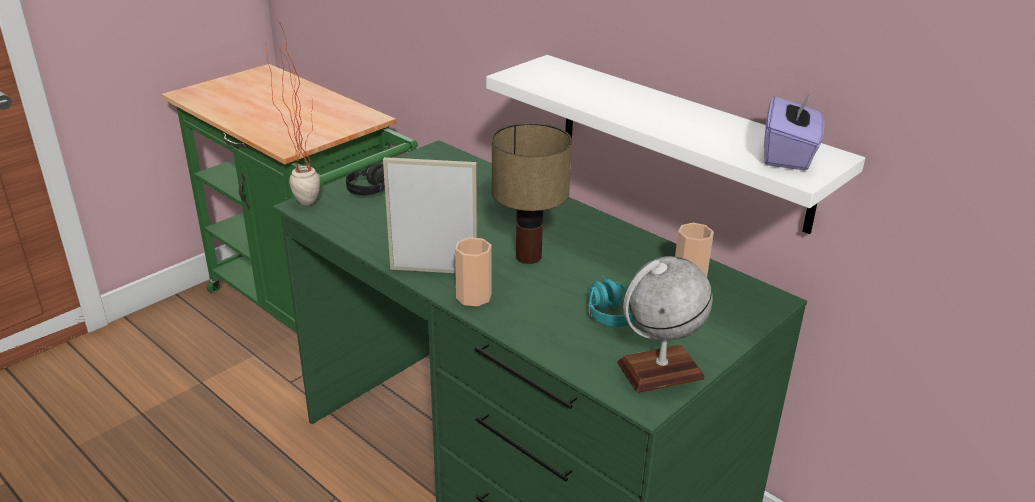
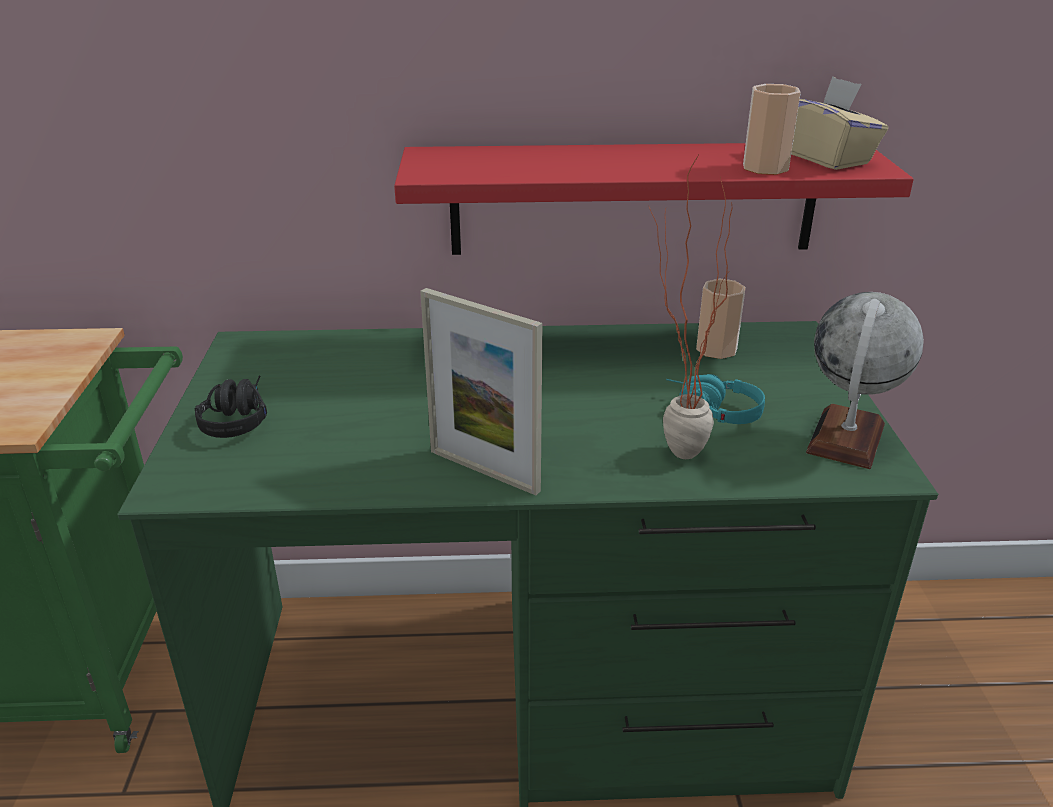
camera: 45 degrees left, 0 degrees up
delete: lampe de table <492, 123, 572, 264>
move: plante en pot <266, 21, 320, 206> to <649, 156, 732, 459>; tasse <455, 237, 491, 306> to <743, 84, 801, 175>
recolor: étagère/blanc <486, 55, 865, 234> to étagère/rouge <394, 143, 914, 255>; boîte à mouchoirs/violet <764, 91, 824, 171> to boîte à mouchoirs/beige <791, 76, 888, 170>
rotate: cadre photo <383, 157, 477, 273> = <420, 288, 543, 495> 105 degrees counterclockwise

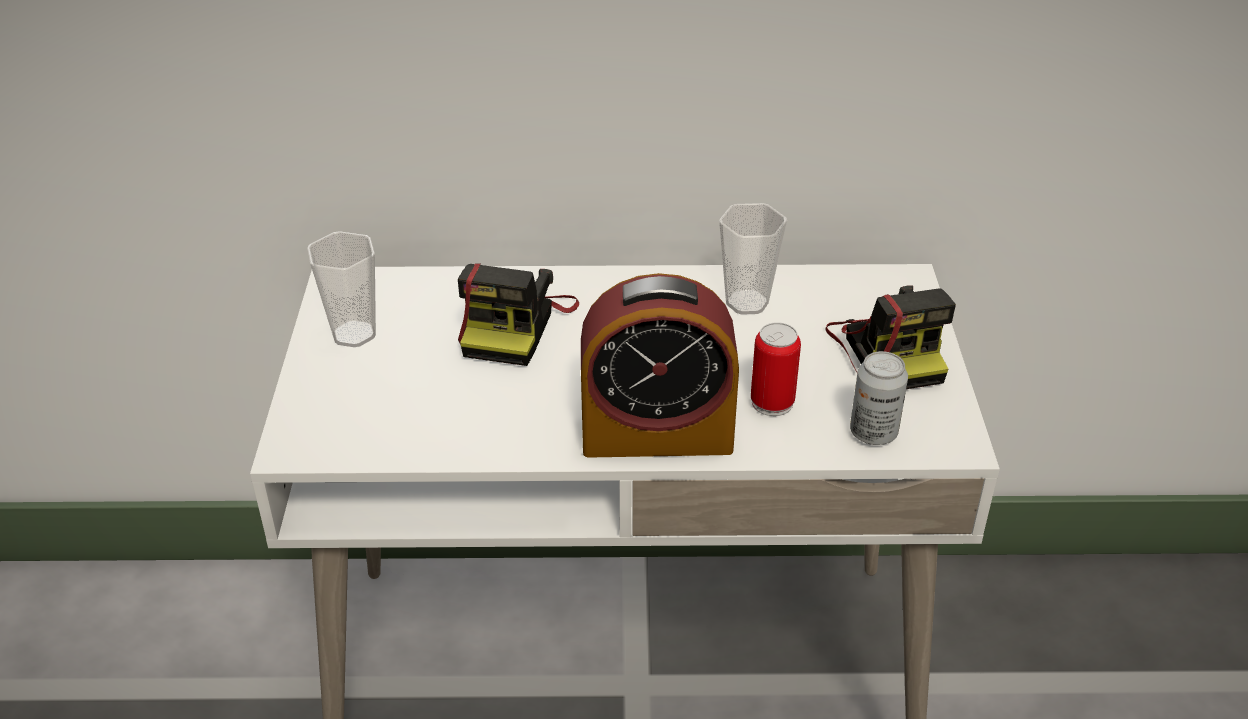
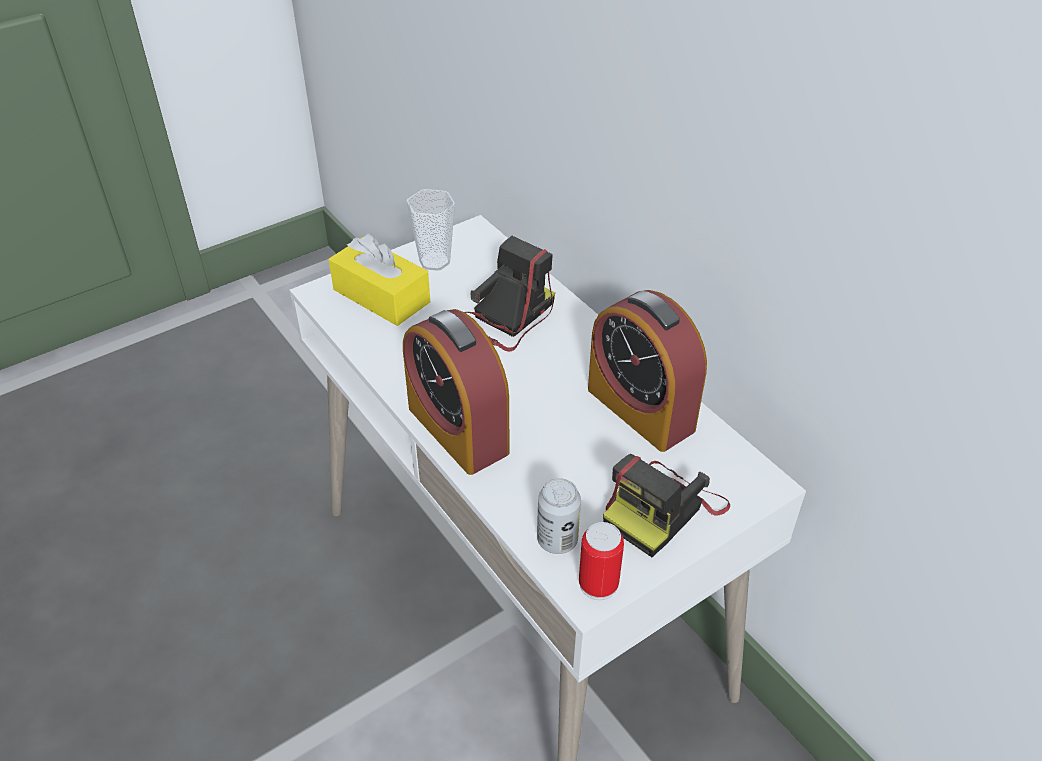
camera: 55 degrees right, 5 degrees up
insert: boîte à mouchoirs/jaune <329, 233, 430, 326>
move: boîte métallique <751, 322, 801, 416> to <579, 522, 624, 600>
replace: tasse <719, 203, 787, 315> to réveil <588, 290, 707, 452>
rotate: appareil photo <458, 263, 579, 366> = <465, 236, 555, 351> 150 degrees clockwise

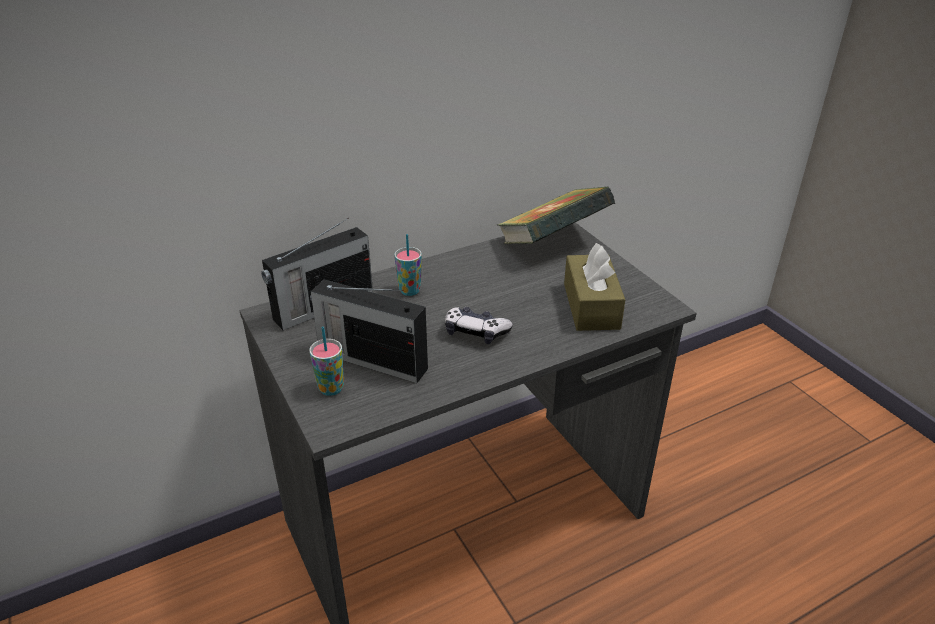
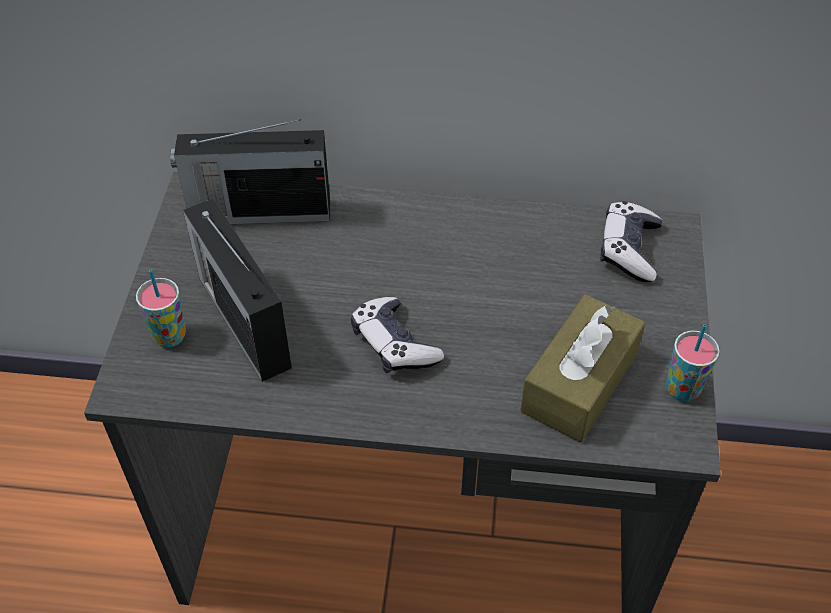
camera: 35 degrees right, 15 degrees up
move: tasse <394, 234, 422, 296> to <666, 324, 720, 402>
replace: livre <497, 187, 615, 244> to manette <600, 201, 662, 282>

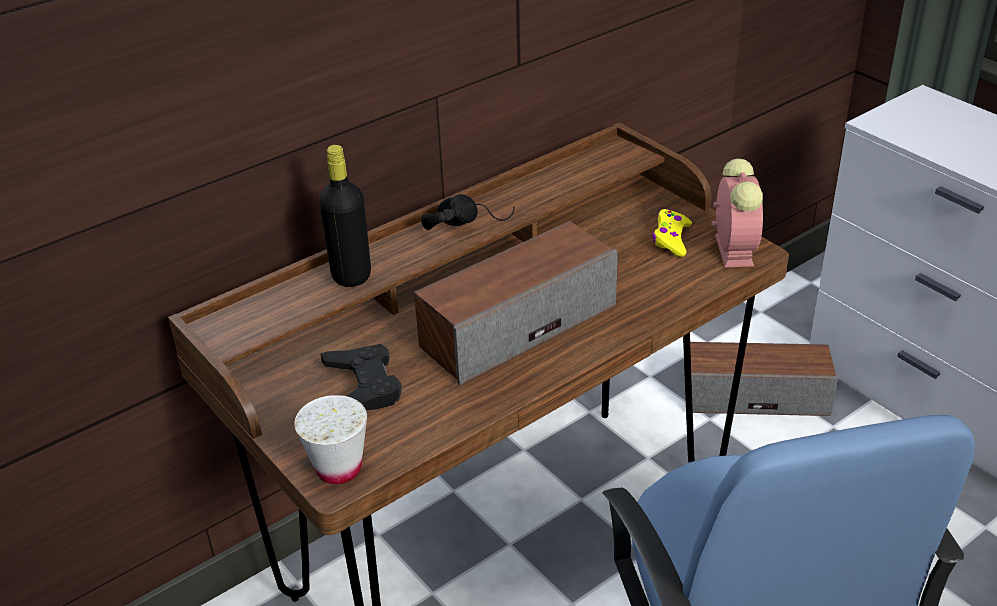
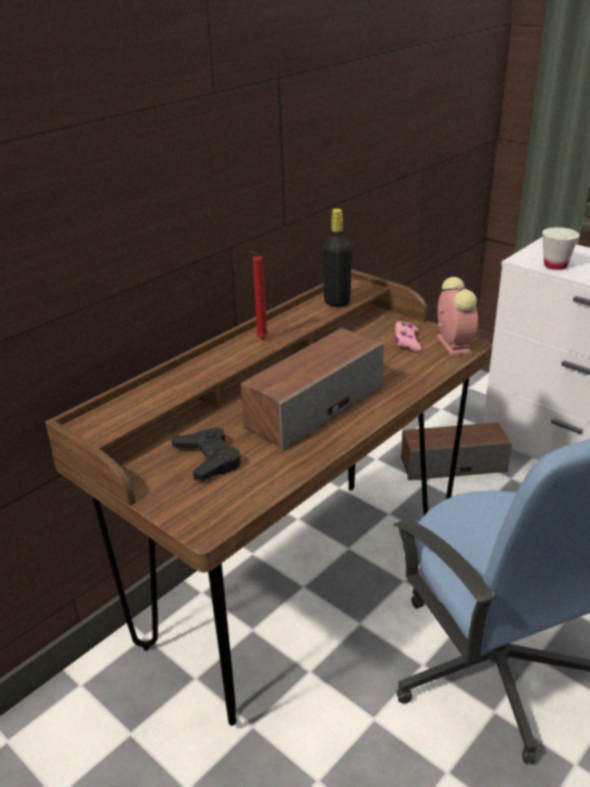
camera: 10 degrees left, 5 degrees down
move: bouteille/noir <319, 145, 371, 287> to <323, 209, 352, 307>; tasse/blanc <294, 395, 367, 484> to <542, 227, 579, 270>
replace: casque audio/noir <421, 194, 515, 230> to bougie/rouge <249, 251, 268, 339>
recolor: manette/jaune <652, 209, 692, 257> to manette/rose <395, 321, 422, 352>

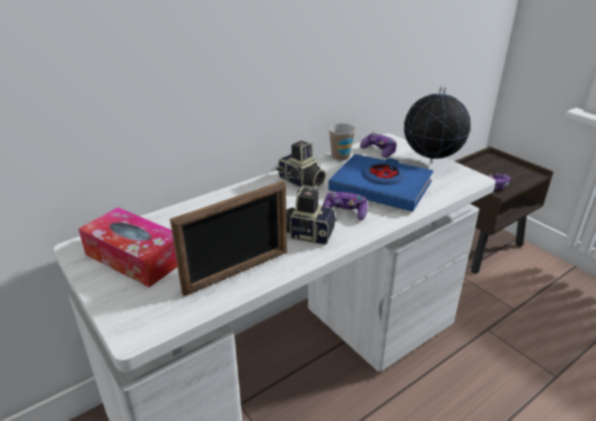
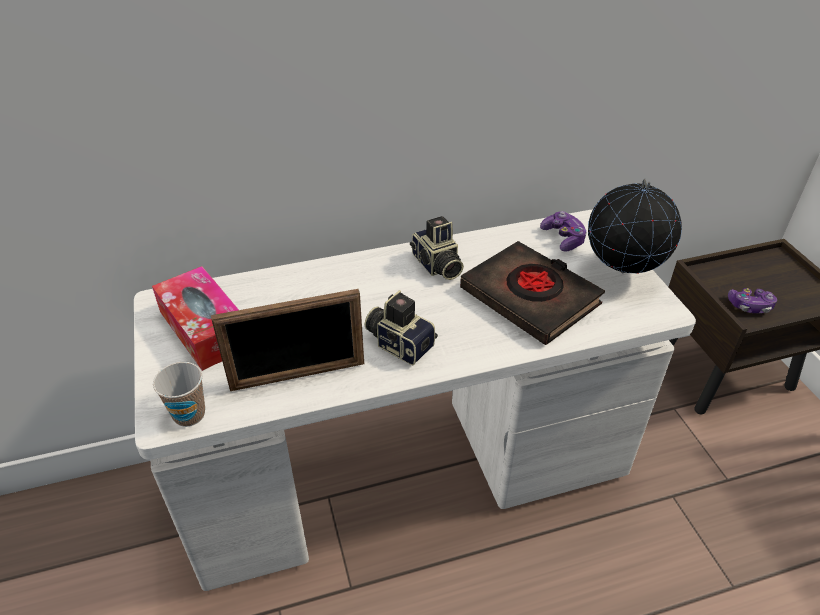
camera: 20 degrees right, 10 degrees up
delete: manette <323, 191, 367, 220>
move: tasse <329, 124, 356, 161> to <153, 362, 205, 427>
recolor: livre/bleu <328, 154, 433, 212> to livre/noir <460, 241, 605, 345>

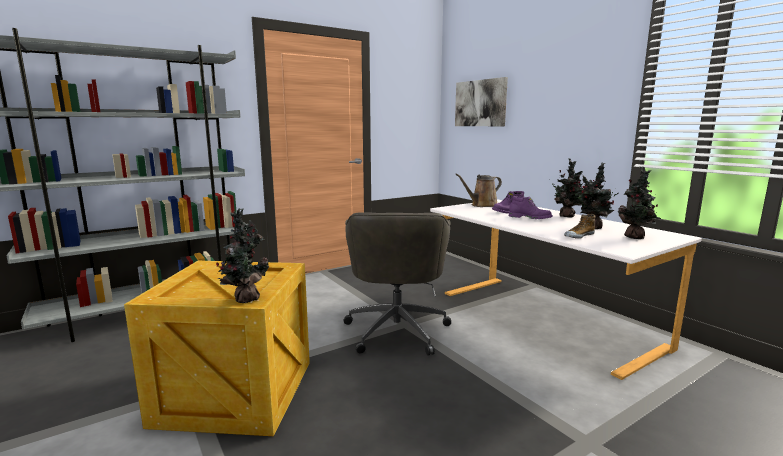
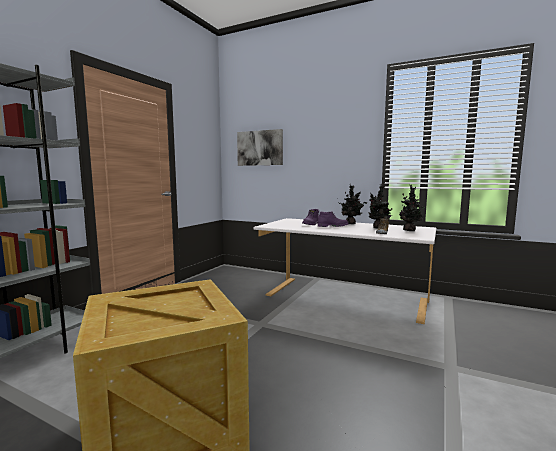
camera: 30 degrees left, 5 degrees down
delete: arrosoir/marron <455, 174, 502, 207>; plante en pot <216, 208, 269, 303>; chaise de bureau/gris <344, 212, 451, 355>

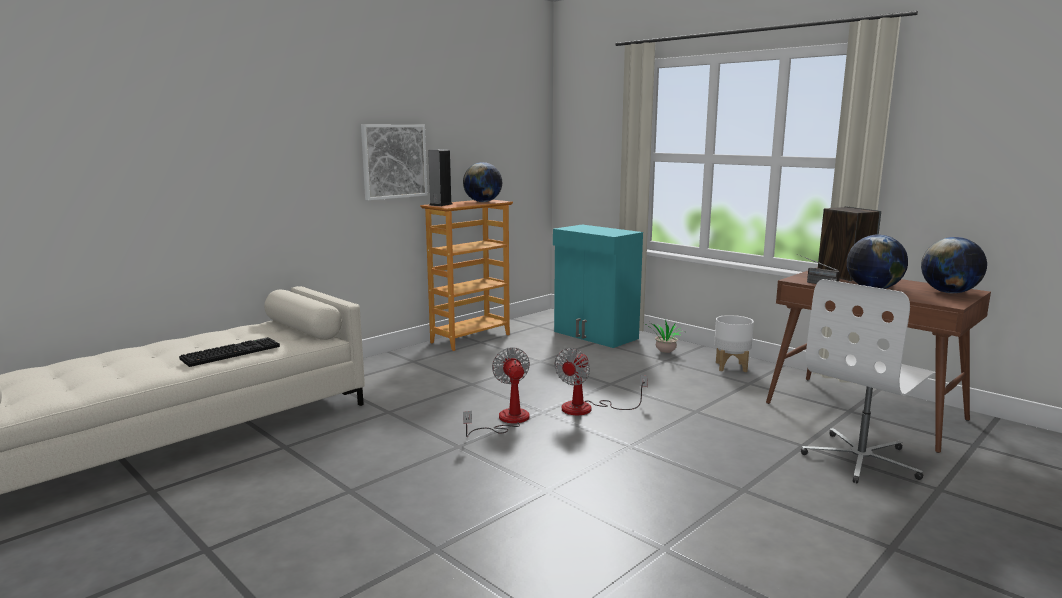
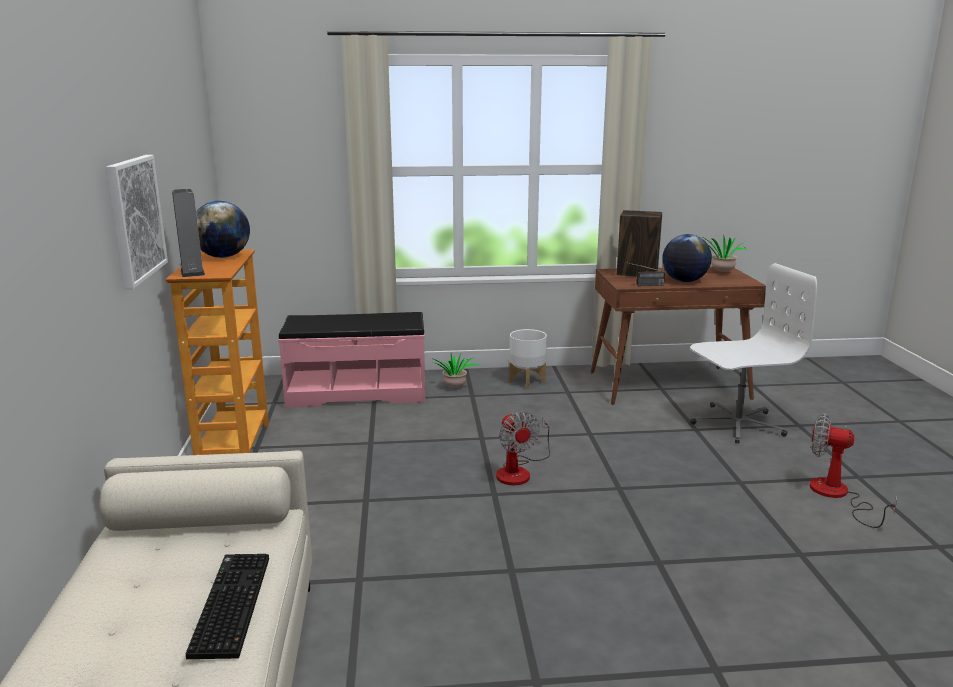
camera: 50 degrees left, 5 degrees up
move: ventilateur <463, 347, 530, 437> to <810, 413, 897, 528>
replace: meuble de rangement/turquoise <553, 225, 643, 348> to banc/rose <278, 312, 425, 407>; globe <921, 237, 987, 293> to plante en pot <701, 234, 748, 272>
rotate: chaise de bureau/blanc <801, 279, 936, 484> = <690, 263, 817, 444> 105 degrees counterclockwise

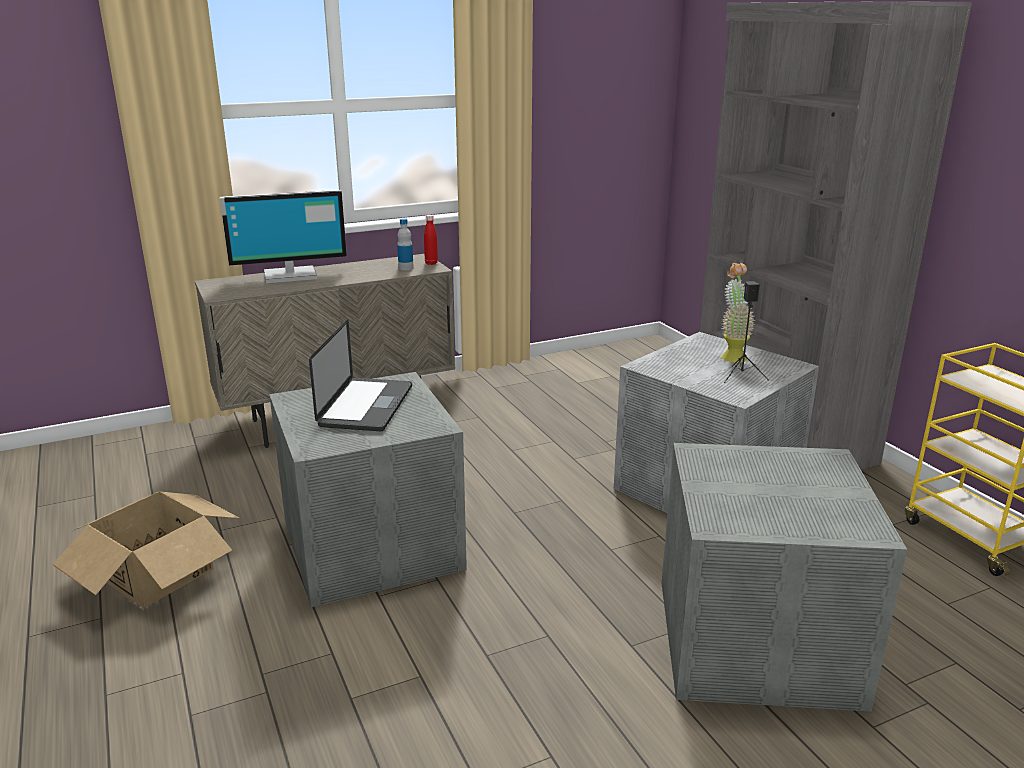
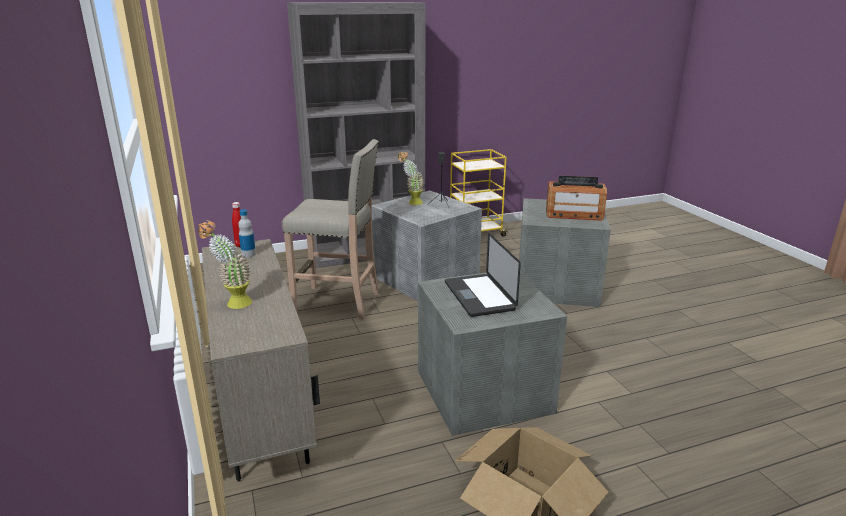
camera: 85 degrees left, 0 degrees up
insert: tabouret/beige <282, 139, 379, 320>; radio <546, 176, 607, 221>
replace: écran d'ordinateur <220, 190, 347, 283> to plante en pot <198, 220, 252, 309>
rotate: ordinateur portable <309, 320, 412, 431> = <445, 233, 521, 317> 120 degrees counterclockwise

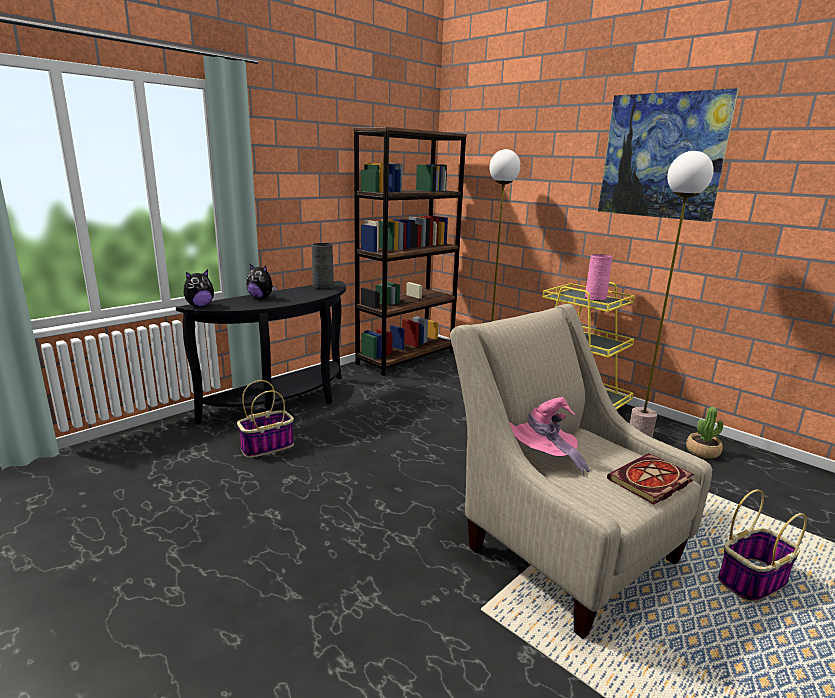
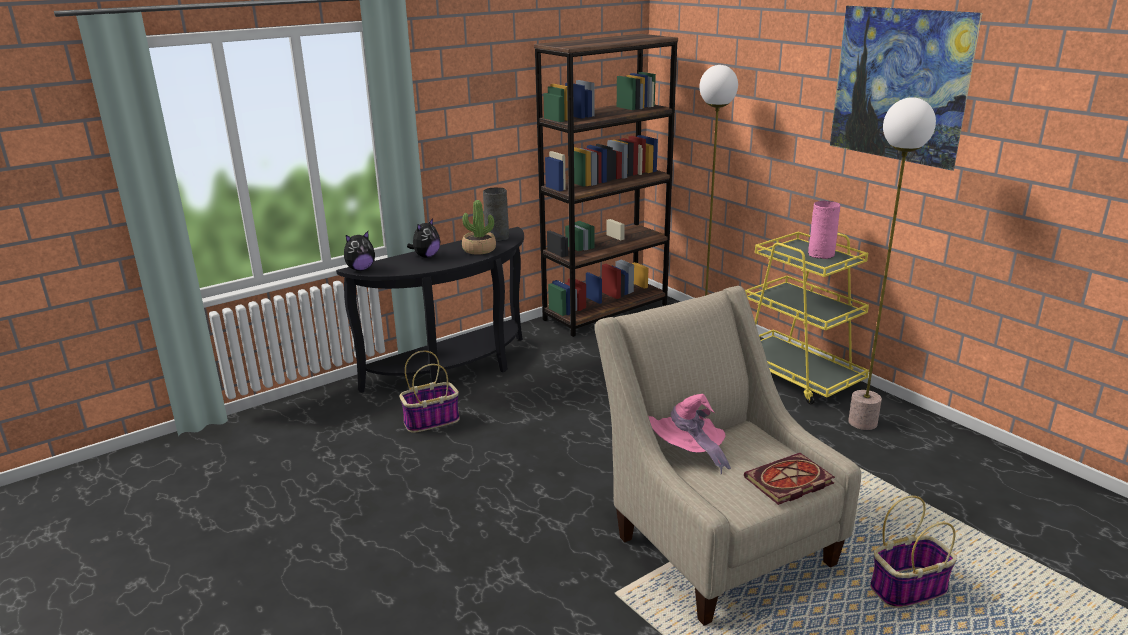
camera: 10 degrees right, 5 degrees up
move: plante en pot <686, 407, 723, 458> to <462, 200, 496, 255>
rotate: peluche <246, 264, 278, 299> = <407, 218, 441, 258> 90 degrees counterclockwise

